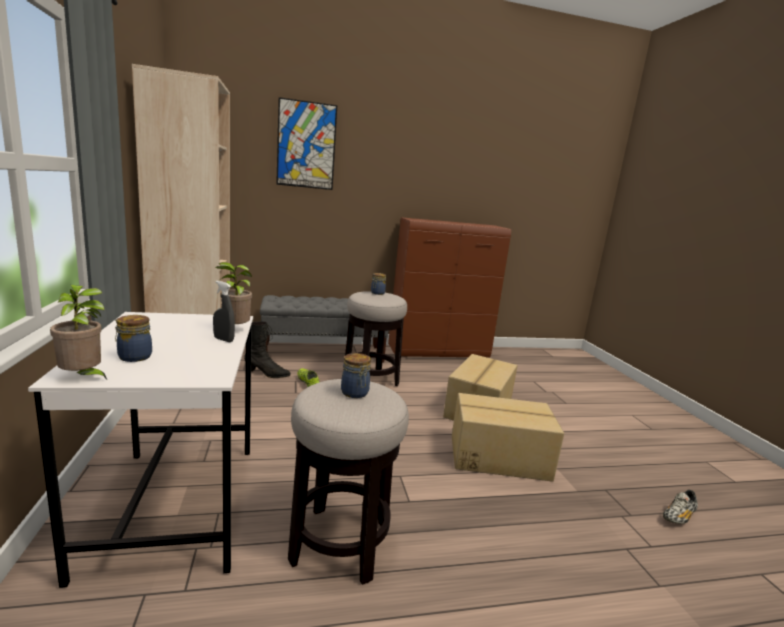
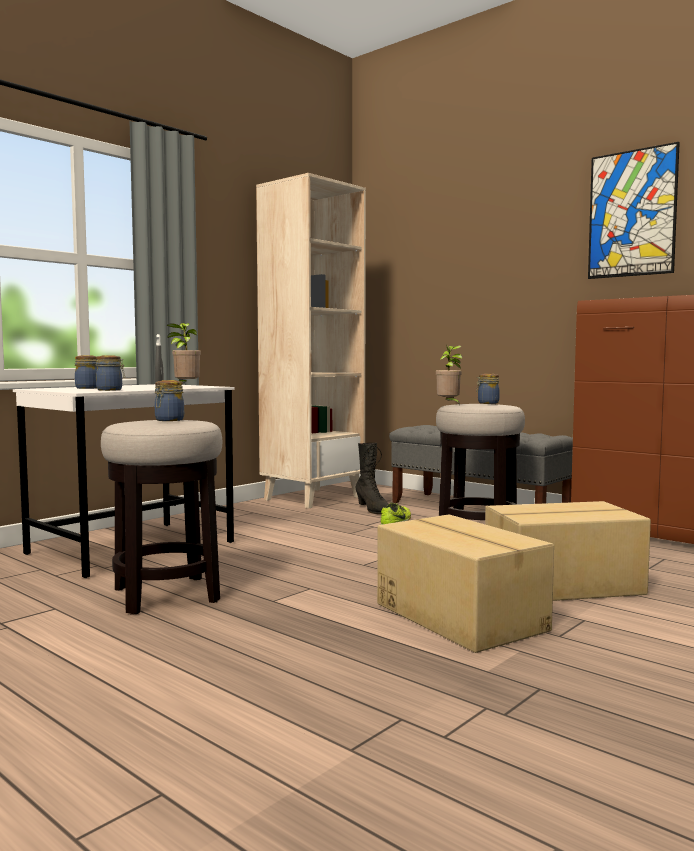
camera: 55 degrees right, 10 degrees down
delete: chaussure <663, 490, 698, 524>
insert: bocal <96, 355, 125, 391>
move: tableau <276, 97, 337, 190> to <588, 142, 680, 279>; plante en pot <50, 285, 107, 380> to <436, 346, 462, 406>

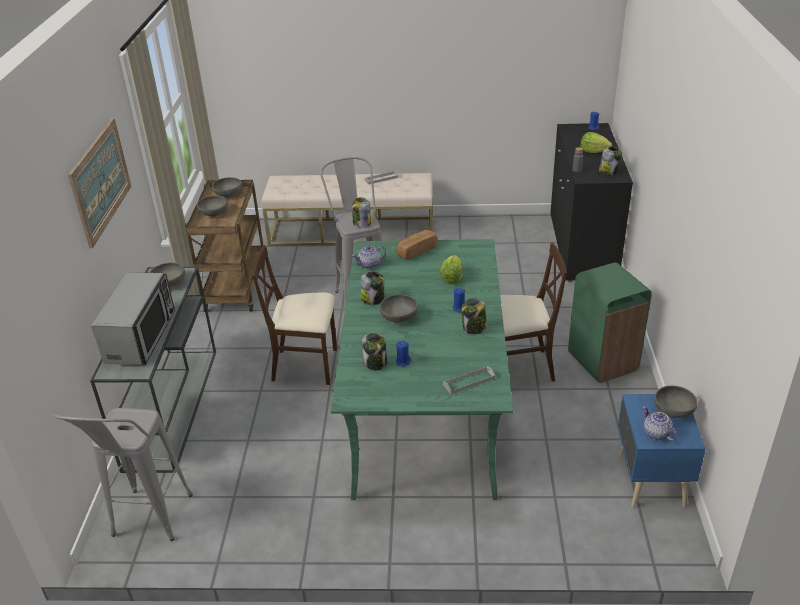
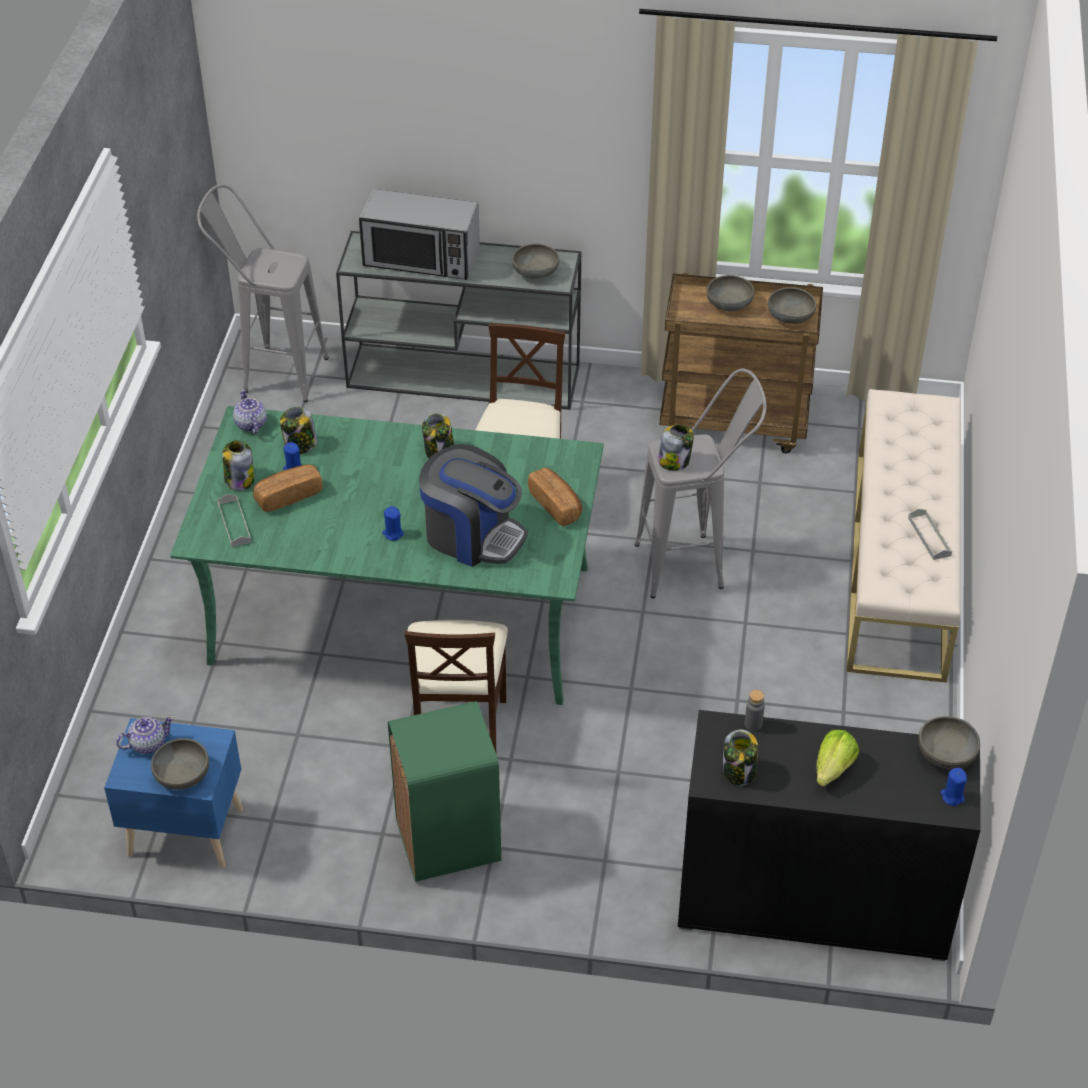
camera: 95 degrees right, 10 degrees up
delete: tableau <68, 118, 131, 248>
insert: pain <253, 464, 322, 512>
move: théière <351, 246, 386, 269> to <233, 389, 267, 434>; bol/gris <380, 294, 418, 322> to <918, 716, 980, 769>; bocal <461, 298, 487, 334> to <222, 440, 254, 490>
replace: laitue <439, 255, 462, 283> to machine à café <419, 444, 527, 567>

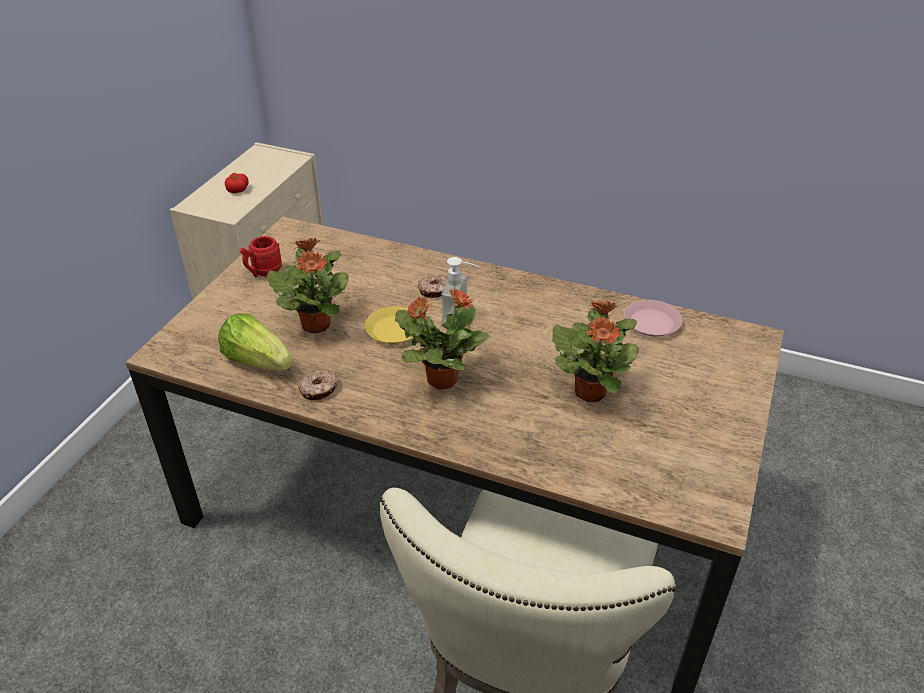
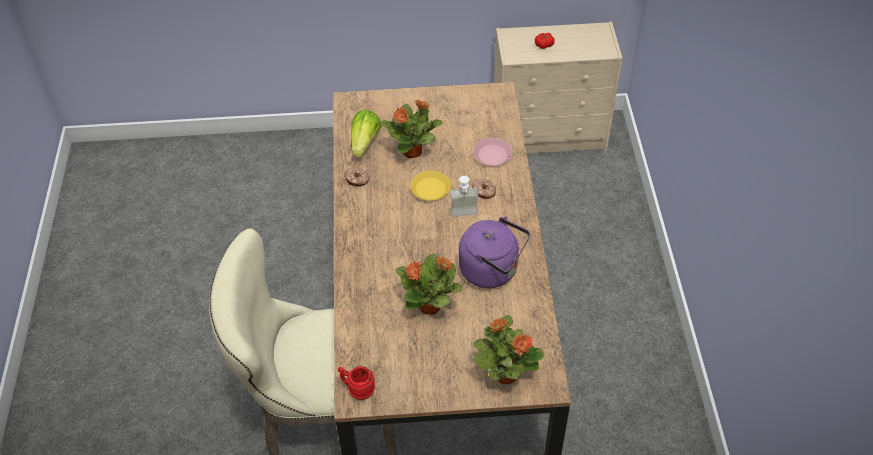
camera: 65 degrees right, 10 degrees up
insert: bouilloire/violet <459, 216, 530, 288>
move: mug/rouge <239, 236, 282, 277> to <338, 366, 375, 400>; plante en pot <395, 288, 490, 390> to <473, 315, 545, 384>; assiette/rose <624, 300, 682, 337> to <473, 138, 512, 166>

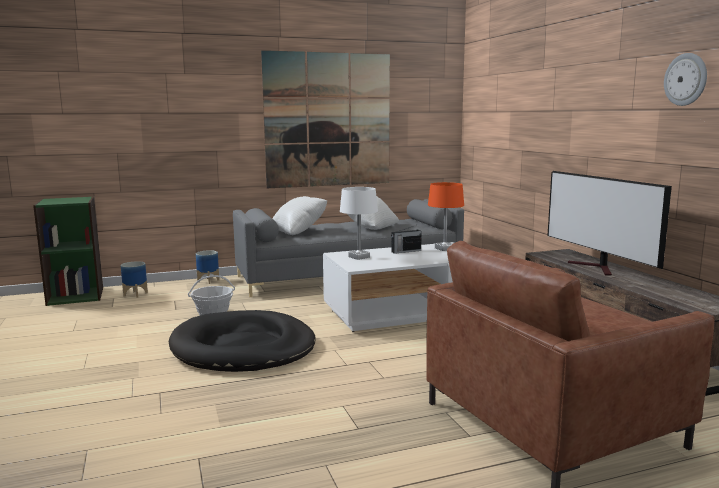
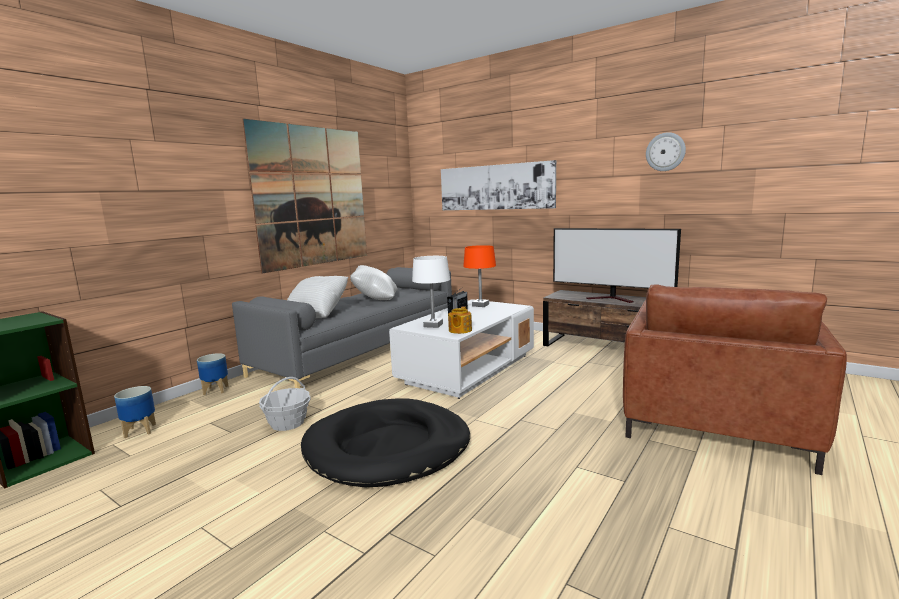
camera: 35 degrees left, 0 degrees up
insert: tableau <441, 160, 556, 210>; théière <448, 306, 472, 334>

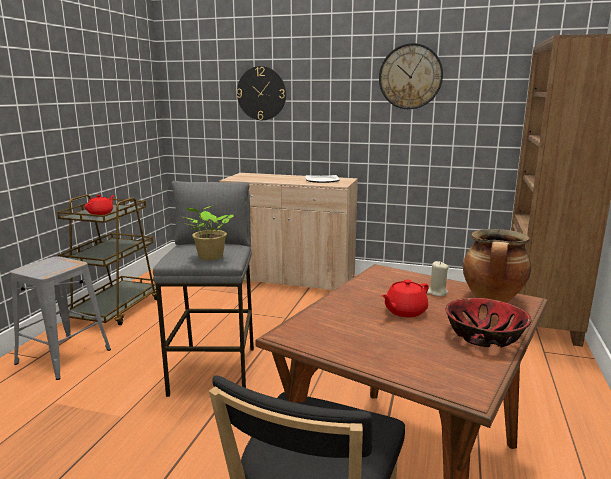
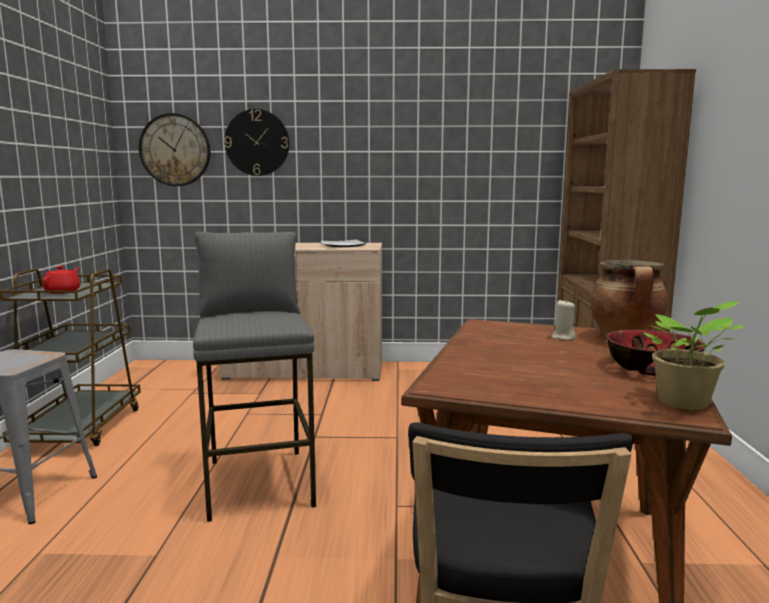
camera: 15 degrees left, 5 degrees down
delete: théière/rouge <382, 279, 429, 317>
move: horloge murale <379, 43, 443, 109> to <139, 113, 211, 186>; plante en pot <184, 206, 234, 261> to <643, 301, 744, 410>

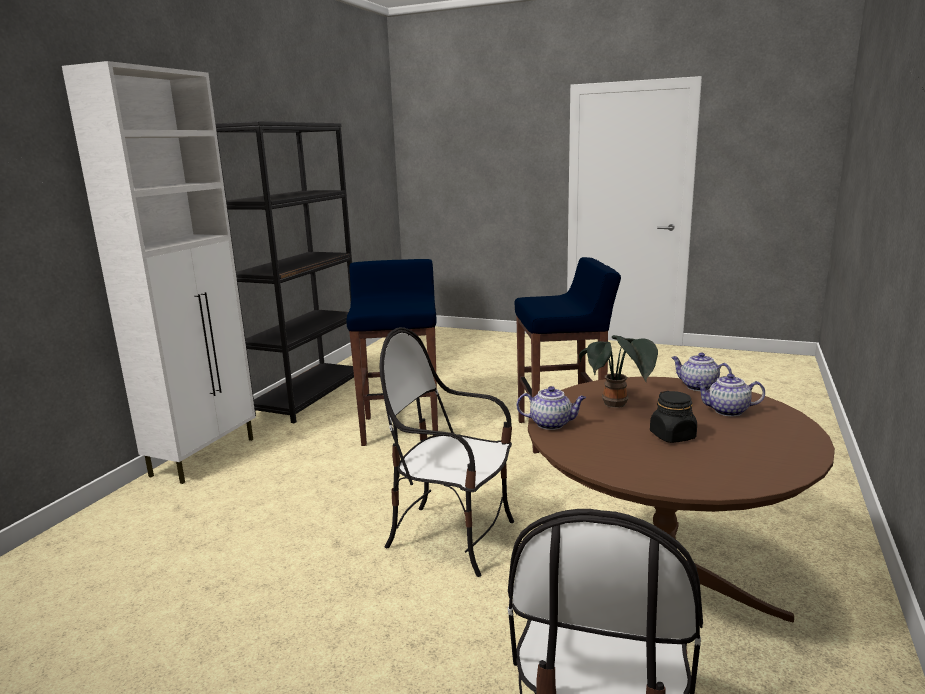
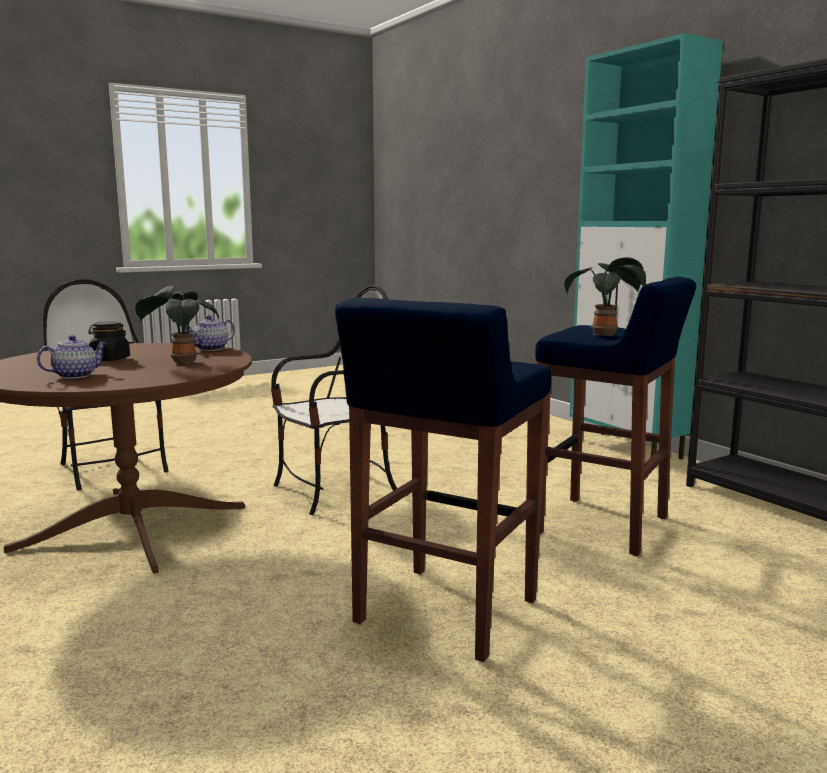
camera: 125 degrees right, 5 degrees down
delete: théière <671, 353, 732, 391>
insert: plante en pot <564, 257, 646, 336>
recolor: meuble de rangement/blanc <62, 61, 256, 484> to meuble de rangement/turquoise <570, 33, 723, 459>

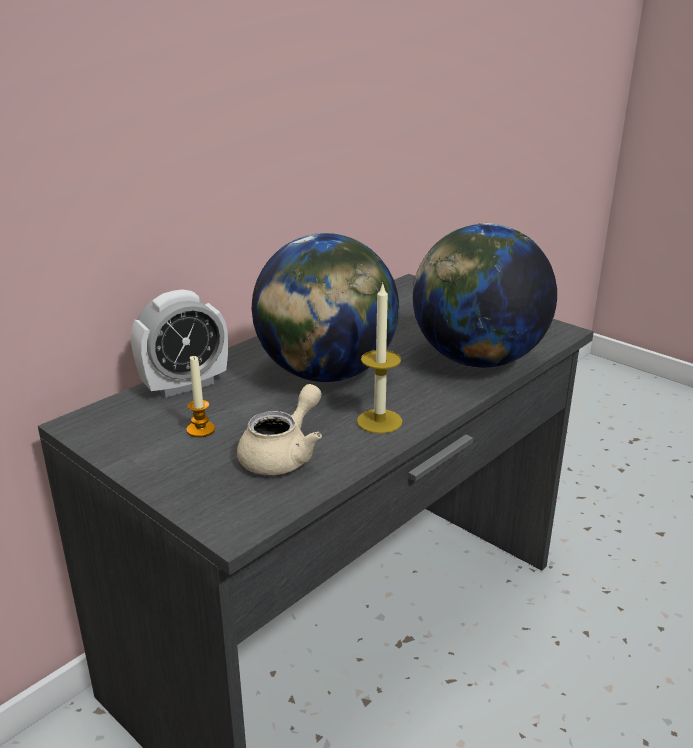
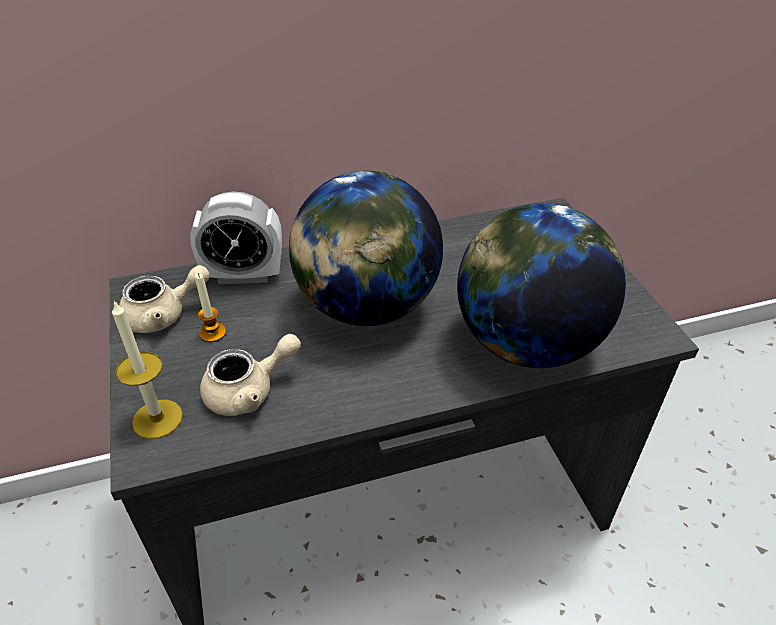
camera: 30 degrees right, 15 degrees up
insert: théière/beige <119, 265, 210, 333>
move: bougie <357, 282, 403, 434> to <112, 301, 183, 439>

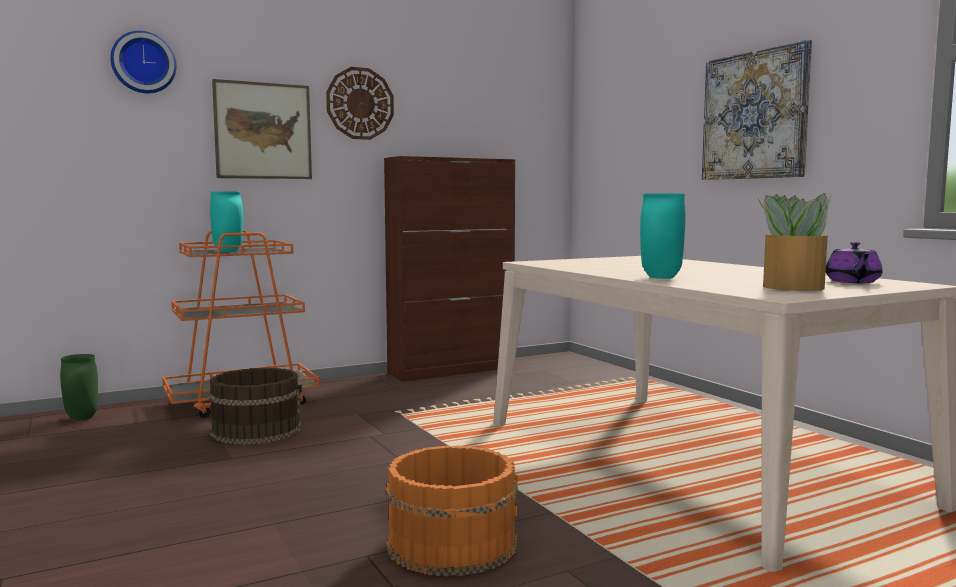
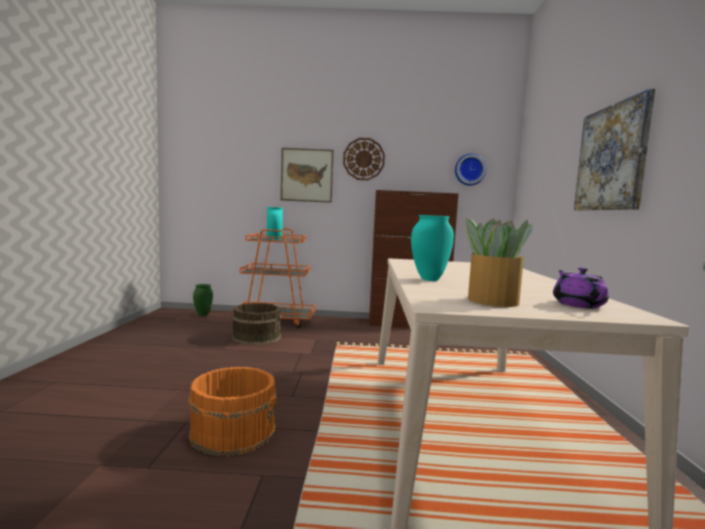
camera: 30 degrees right, 0 degrees up
move: horloge murale <110, 31, 177, 93> to <455, 154, 486, 186>
rotate: théière/violet <826, 242, 883, 283> = <553, 268, 609, 309> 135 degrees clockwise

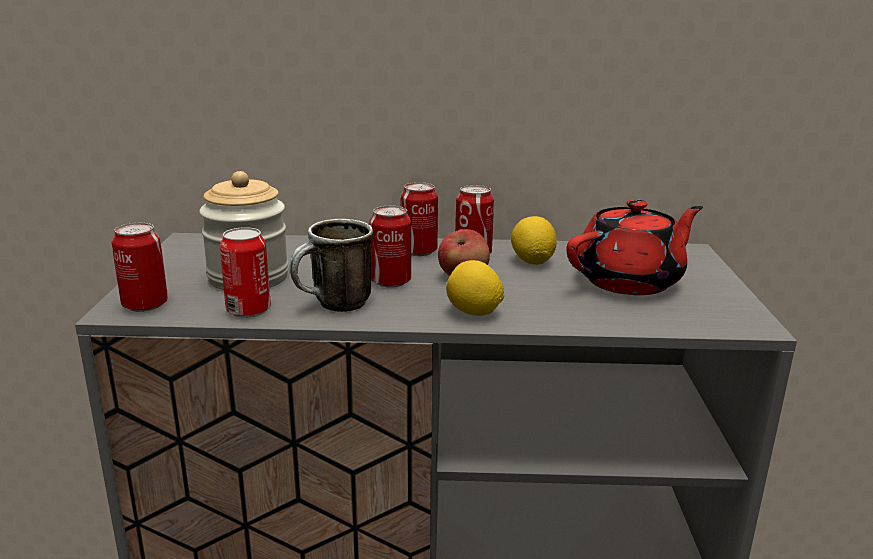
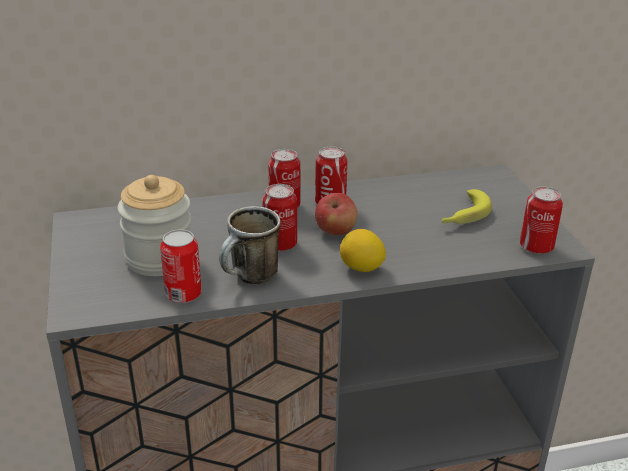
camera: 15 degrees left, 10 degrees up
delete: citron <511, 216, 557, 265>
move: boîte métallique <112, 223, 168, 312> to <520, 187, 563, 254>
replace: théière/rouge <566, 199, 703, 295> to banane <441, 189, 492, 224>

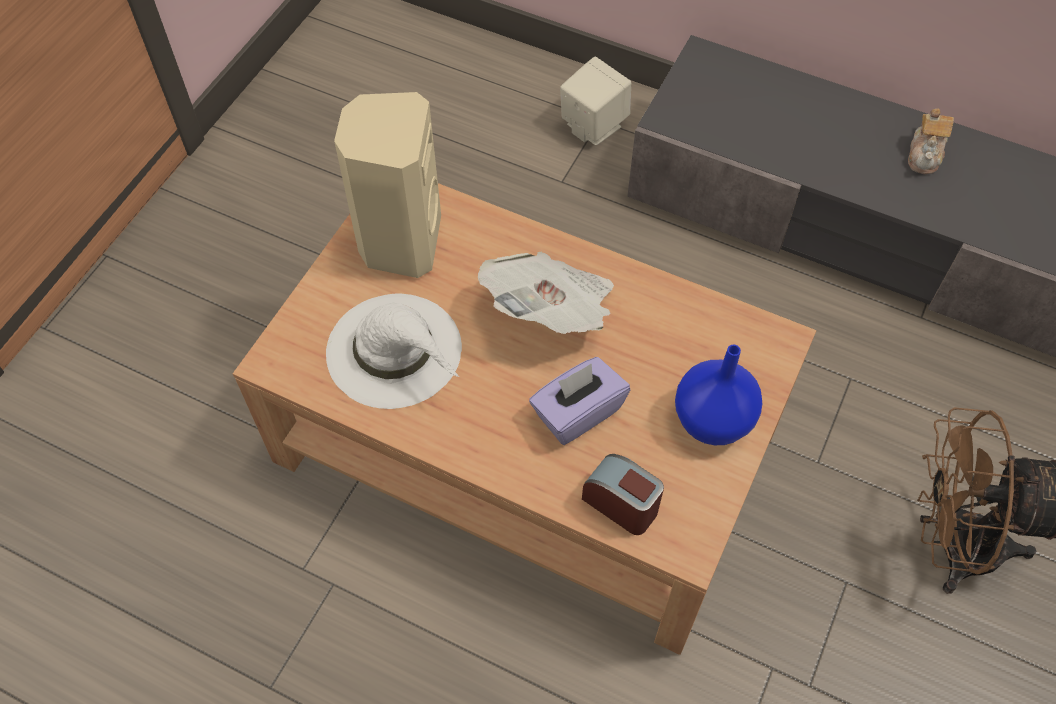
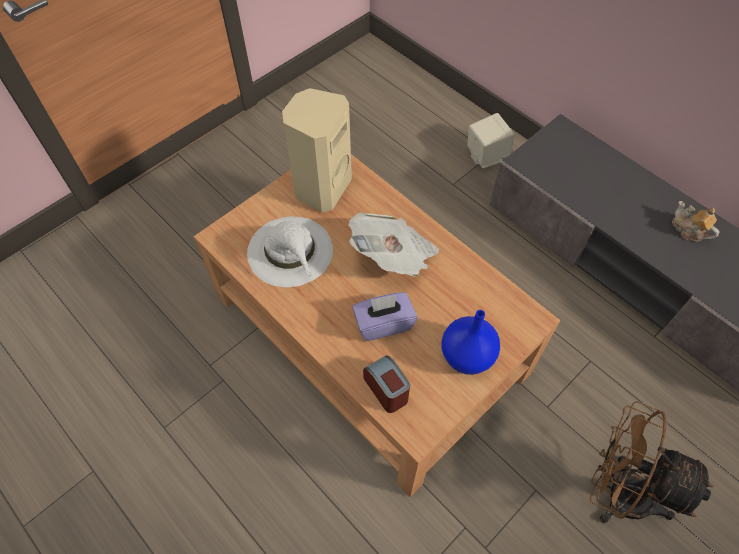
camera: 20 degrees right, 0 degrees up
rotate: théière <908, 108, 954, 174> = <672, 201, 720, 242> 105 degrees clockwise

